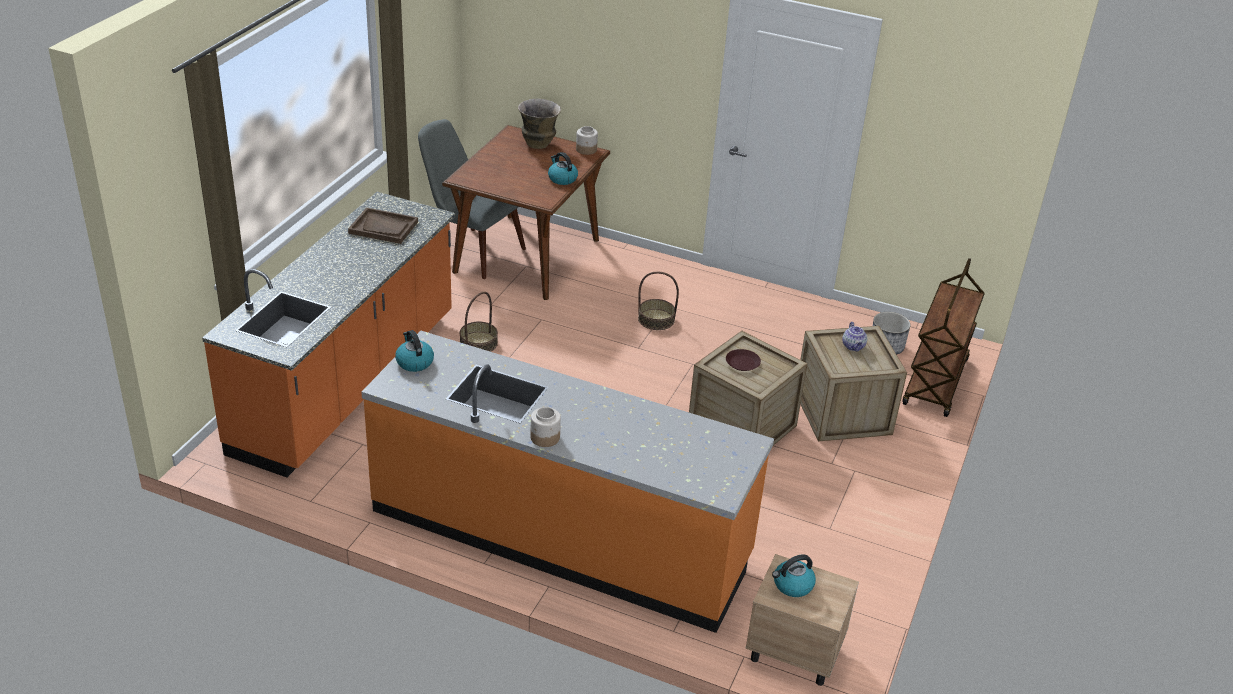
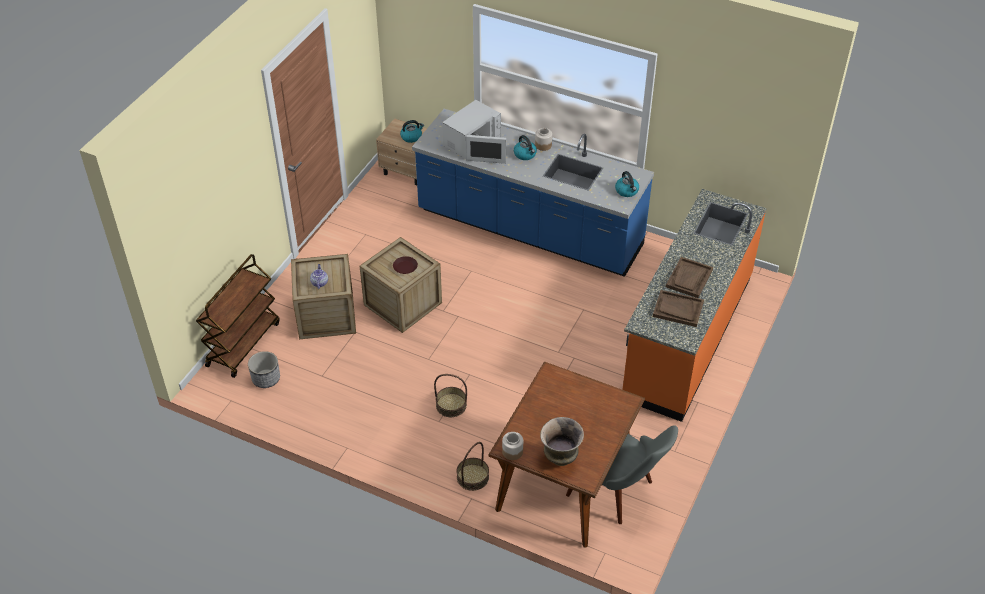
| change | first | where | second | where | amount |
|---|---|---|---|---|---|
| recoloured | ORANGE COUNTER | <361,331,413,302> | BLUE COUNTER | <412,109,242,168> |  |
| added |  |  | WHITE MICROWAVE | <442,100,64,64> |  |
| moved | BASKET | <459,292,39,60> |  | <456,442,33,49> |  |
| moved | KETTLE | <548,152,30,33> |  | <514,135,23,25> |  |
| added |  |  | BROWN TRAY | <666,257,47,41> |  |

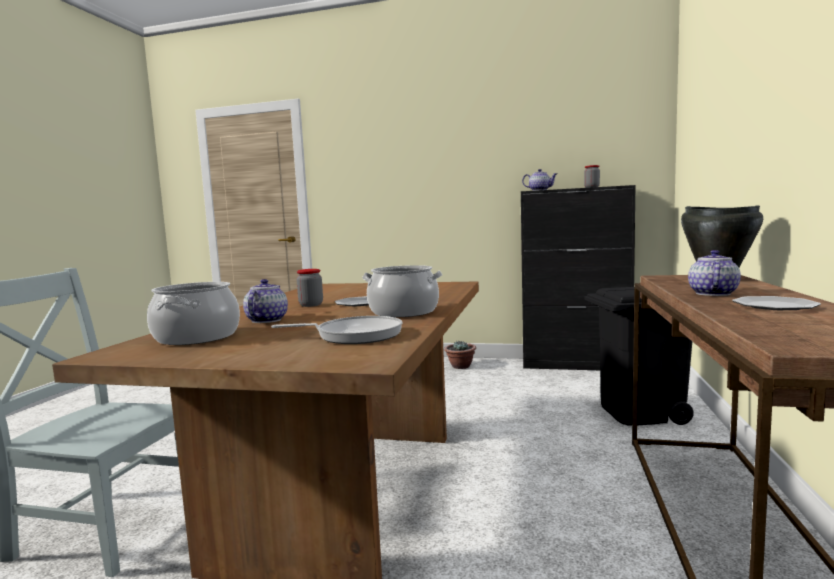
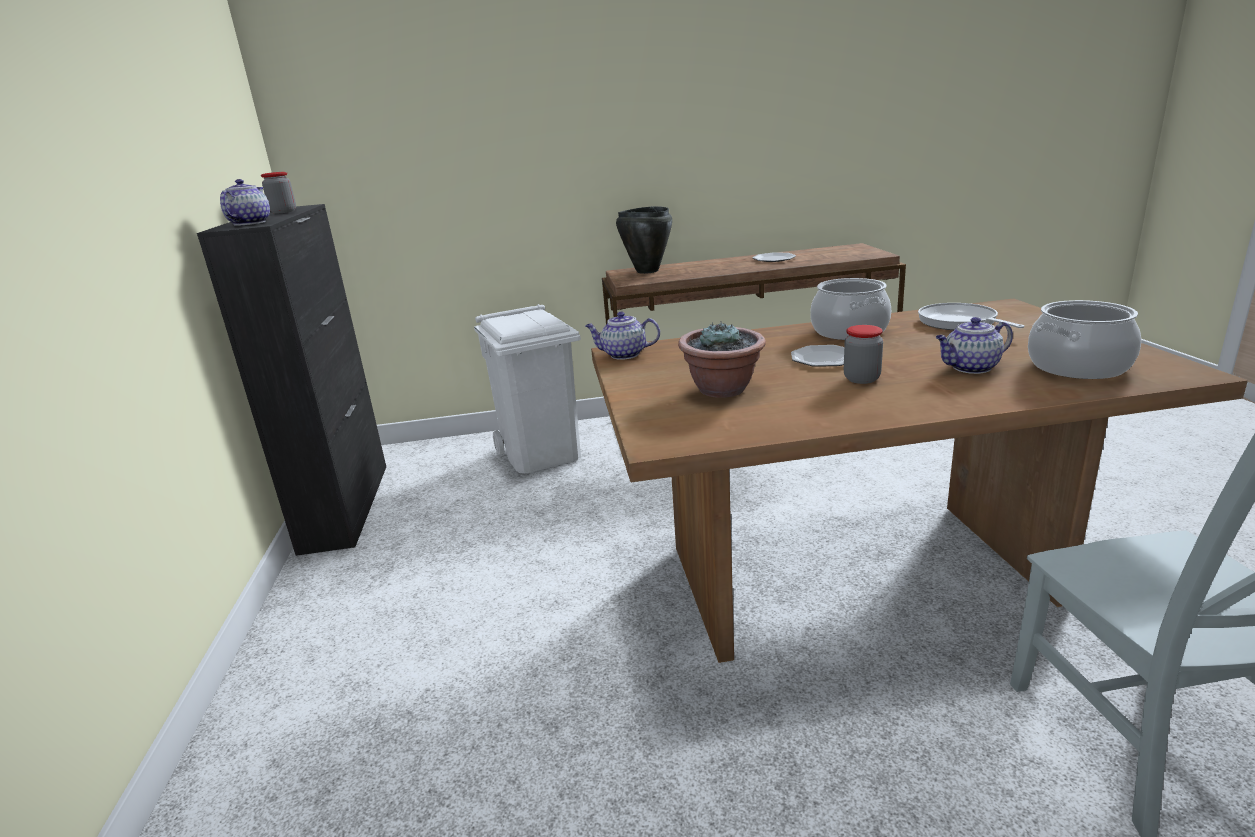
| change | first | where | second | where | amount |
|---|---|---|---|---|---|
| recoloured | BLACK TRASH CAN | <585,287,109,139> | WHITE TRASH CAN | <474,304,107,169> |  |
| moved | TEAPOT | <688,250,53,46> |  | <585,312,75,48> |  |
| moved | POTTED PLANT | <444,341,32,28> |  | <678,321,88,77> |  |

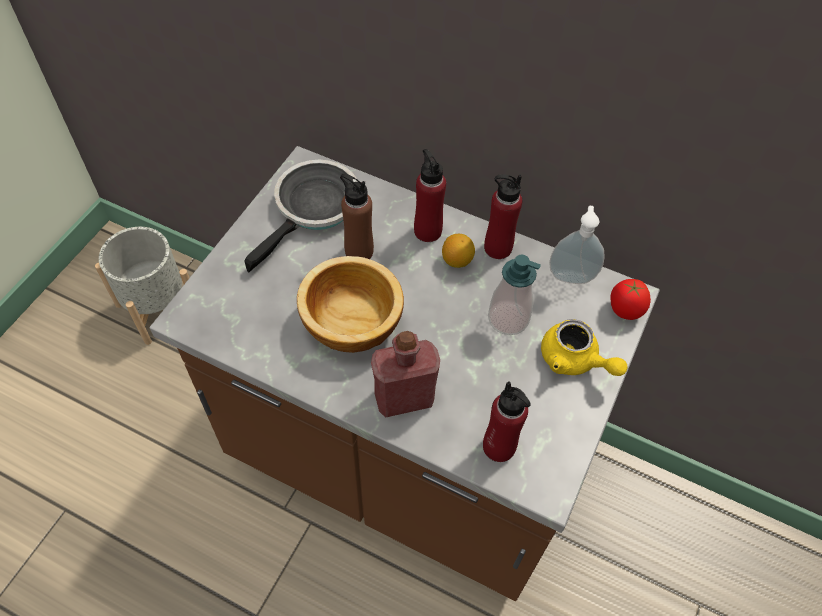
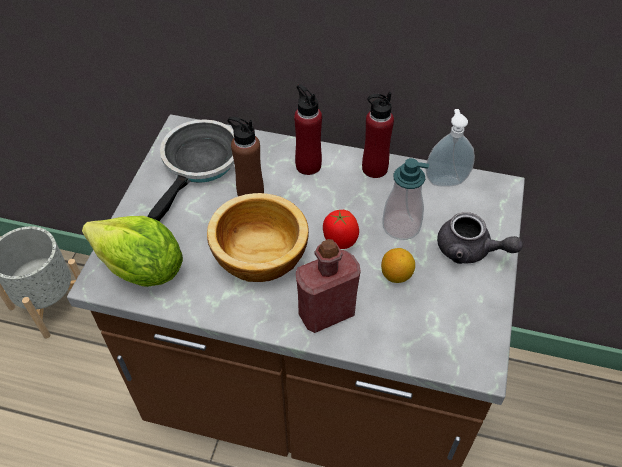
| change | first | where | second | where | amount |
|---|---|---|---|---|---|
| added |  |  | LETTUCE | <82,216,101,71> |  |
| moved | TOMATO | <611,279,40,41> |  | <323,210,36,39> |  |
| moved | LEMON | <442,234,33,34> |  | <381,248,34,35> |  |
| recoloured | YELLOW TEAPOT | <541,319,87,57> | GREY TEAPOT | <437,212,86,52> |  |
| removed | RED BOTTLE | <483,381,48,81> |  |  |  |

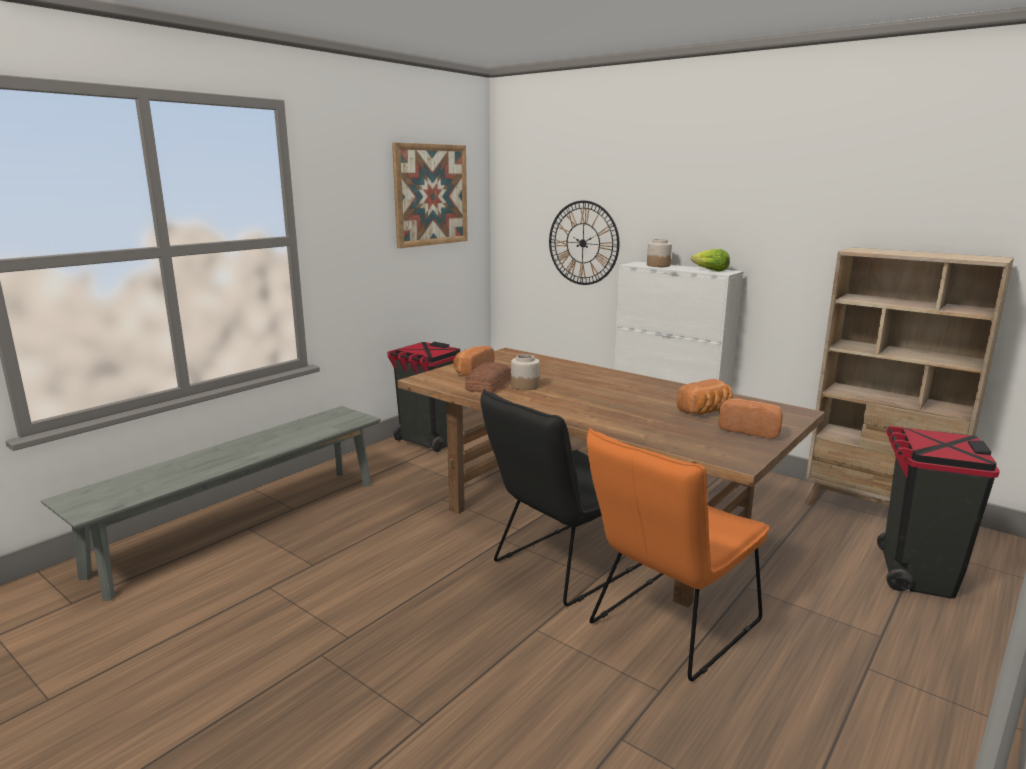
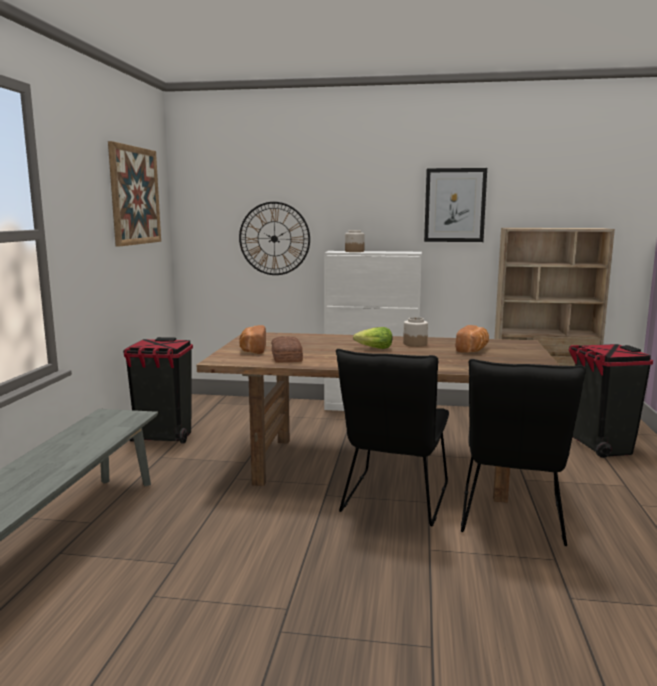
| change | first | where | second | where | amount |
|---|---|---|---|---|---|
| moved | LETTUCE | <691,249,39,23> |  | <353,327,39,22> |  |
| moved | JAR | <511,354,29,36> |  | <403,317,25,30> |  |
| added |  |  | PICTURE | <424,168,63,74> |  |
| recoloured | ORANGE CHAIR | <587,428,183,253> | BLACK CHAIR | <461,359,125,187> |  |
| removed | BREAD | <718,398,65,41> |  |  |  |

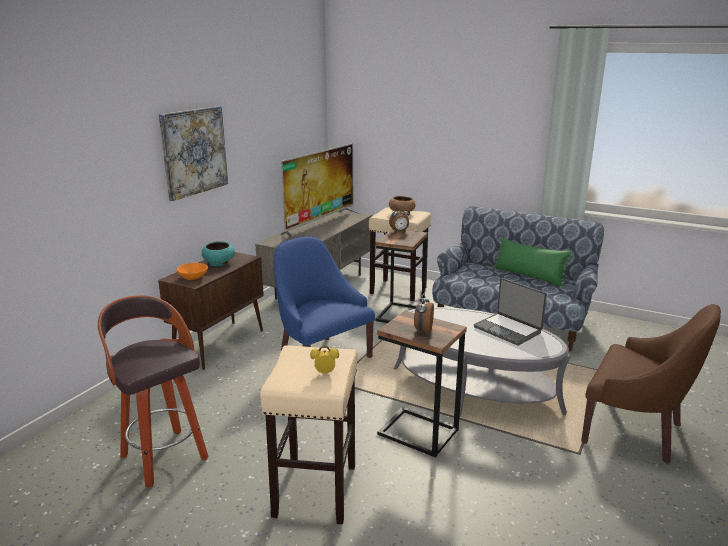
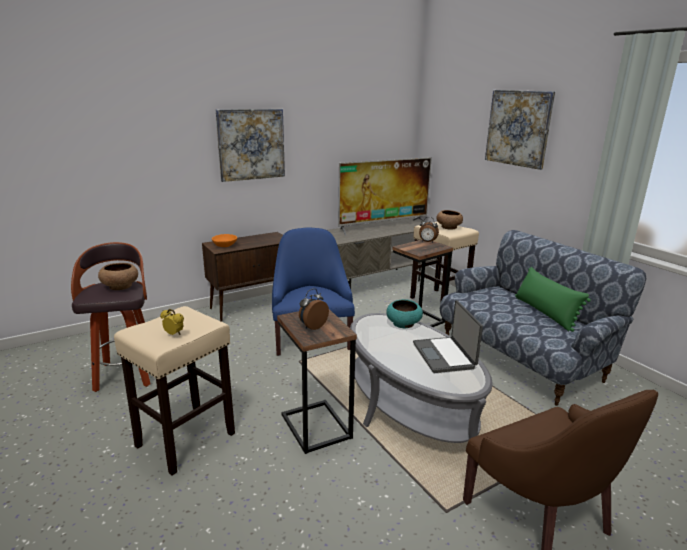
| change | first | where | second | where | amount |
|---|---|---|---|---|---|
| added |  |  | BROWN BOWL | <98,263,40,27> |  |
| moved | TURQUOISE BOWL | <202,241,33,25> |  | <386,299,37,29> |  |
| added |  |  | PICTURE | <485,90,70,80> |  |

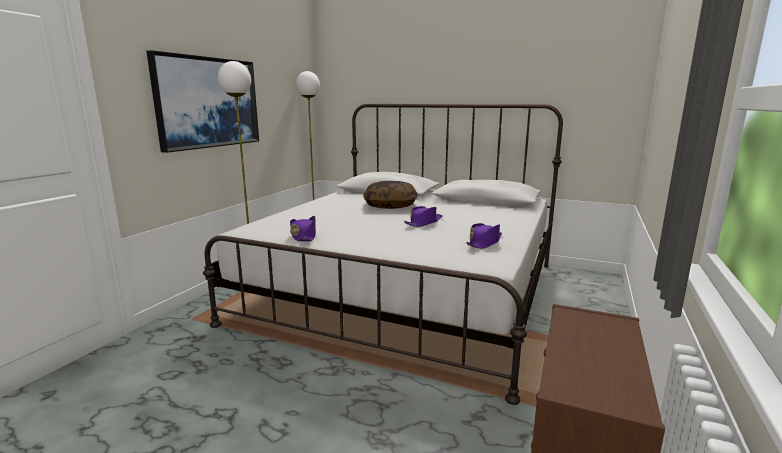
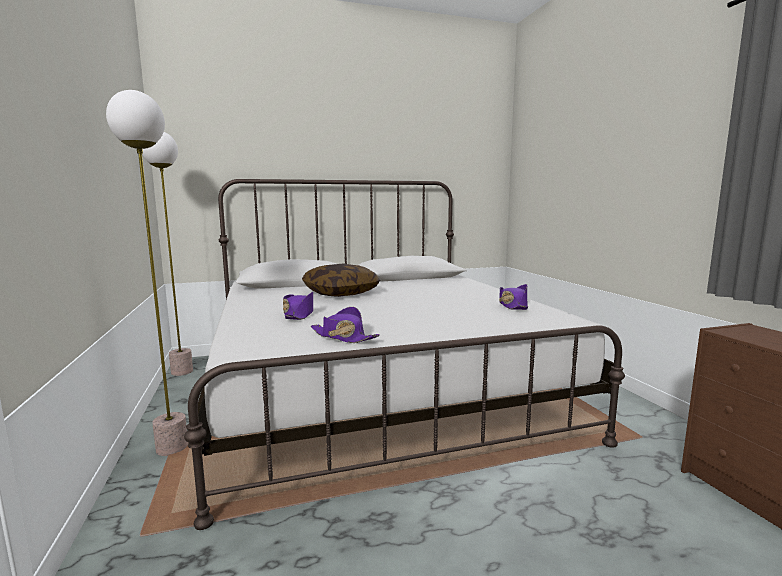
| change | first | where | second | where | amount |
|---|---|---|---|---|---|
| moved | PURPLE HAT | <404,206,39,21> |  | <283,292,30,28> |  |
| removed | PICTURE | <146,50,113,103> |  |  |  |

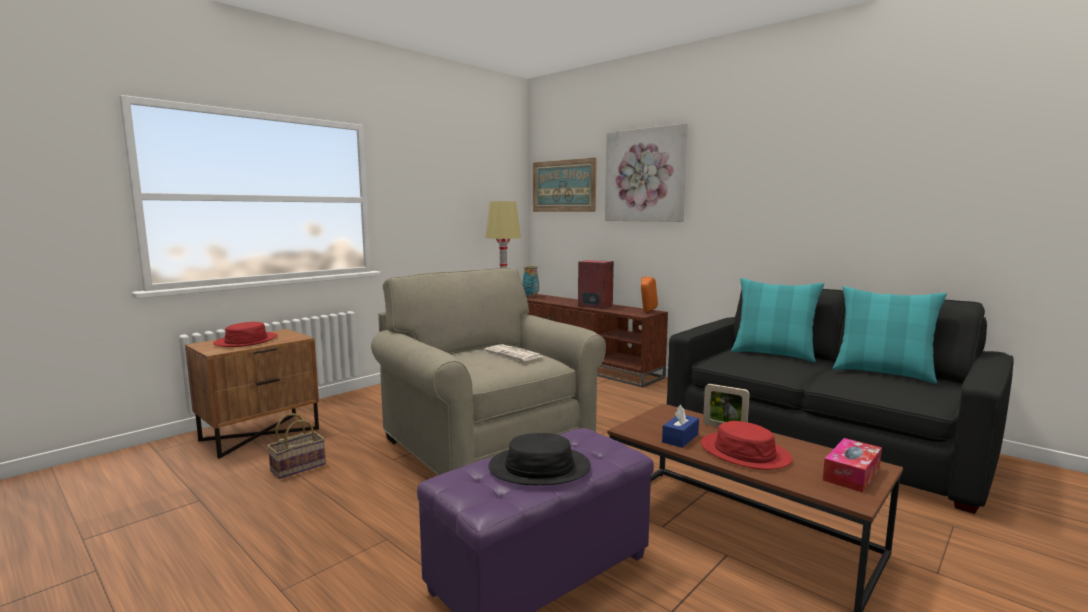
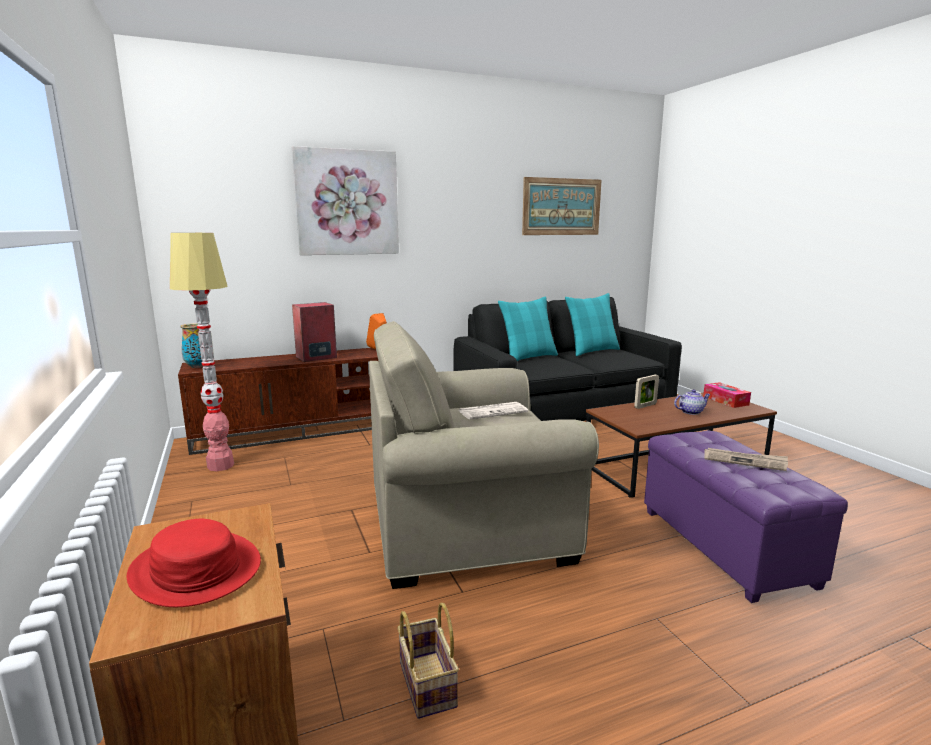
| change | first | where | second | where | amount |
|---|---|---|---|---|---|
| moved | PICTURE | <533,158,64,54> |  | <522,177,79,58> |  |
| replaced | RED HAT | <701,421,92,49> | TEAPOT | <674,389,37,26> |  |
| replaced | BLACK HAT | <488,433,103,52> | NEWSPAPER | <704,448,84,23> |  |
| removed | BLUE TISSUE BOX | <662,405,37,43> |  |  |  |

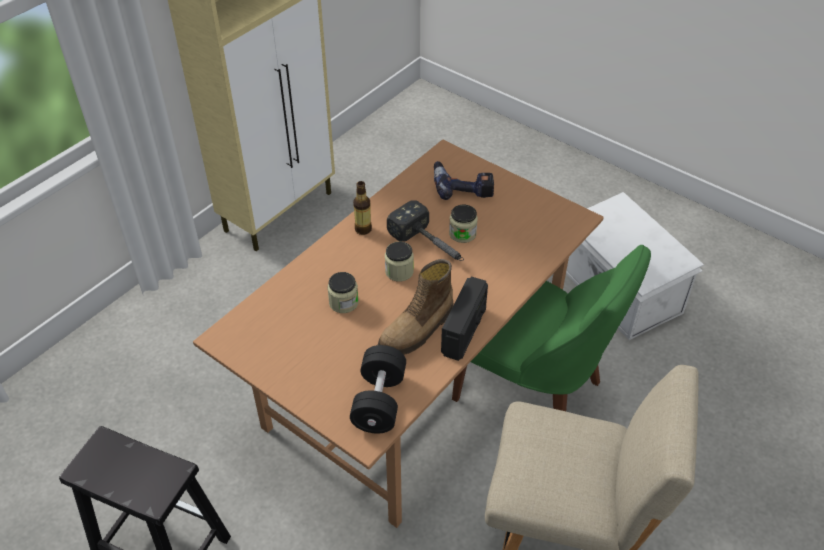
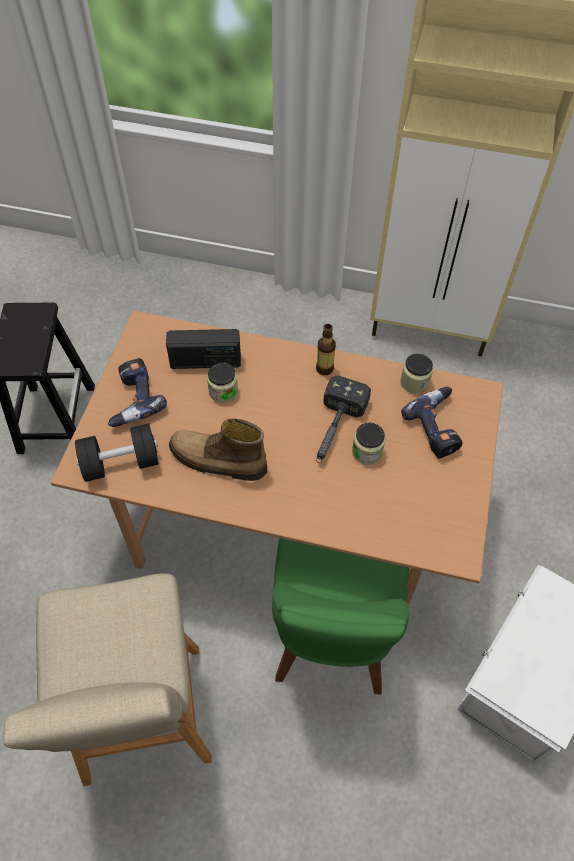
| change | first | where | second | where | amount |
|---|---|---|---|---|---|
| added |  |  | POWER DRILL | <108,358,59,69> |  |
| moved | RADIO | <441,276,47,85> |  | <166,329,75,40> |  |
| moved | JAR | <385,242,29,39> |  | <400,353,33,41> |  |

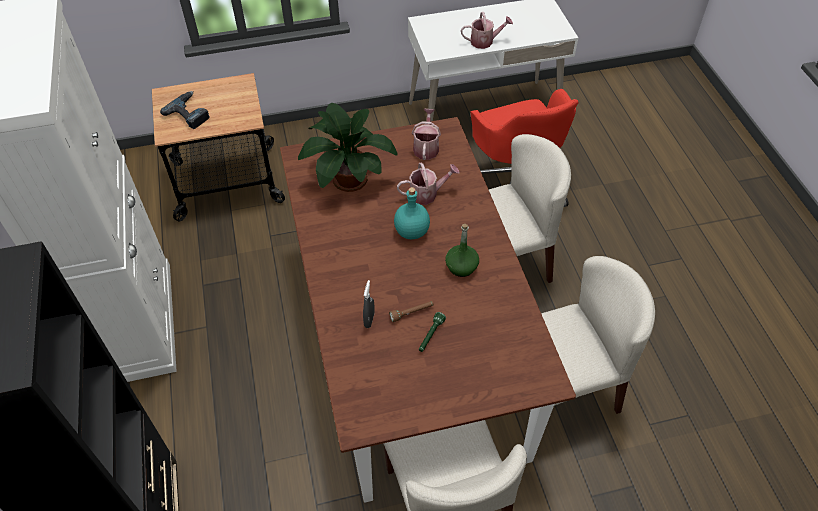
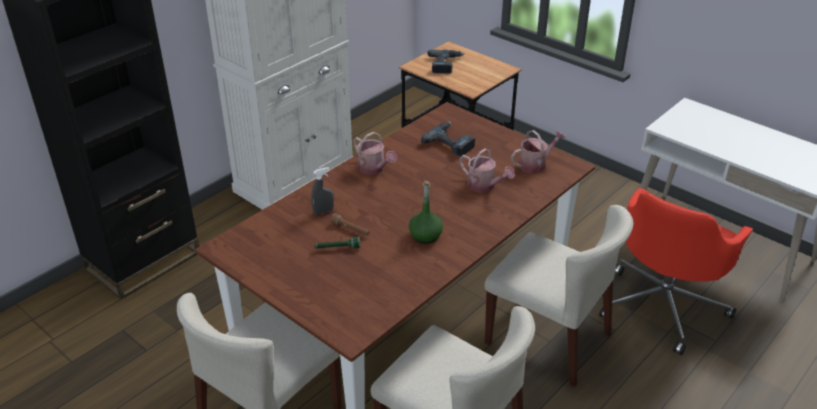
| change | first | where | second | where | amount |
|---|---|---|---|---|---|
| moved | WATERING CAN | <461,12,52,37> |  | <354,132,43,43> |  |
| replaced | POTTED PLANT | <298,103,100,89> | POWER DRILL | <421,121,54,36> |  |
| removed | TURQUOISE BOTTLE | <394,187,36,52> |  |  |  |

